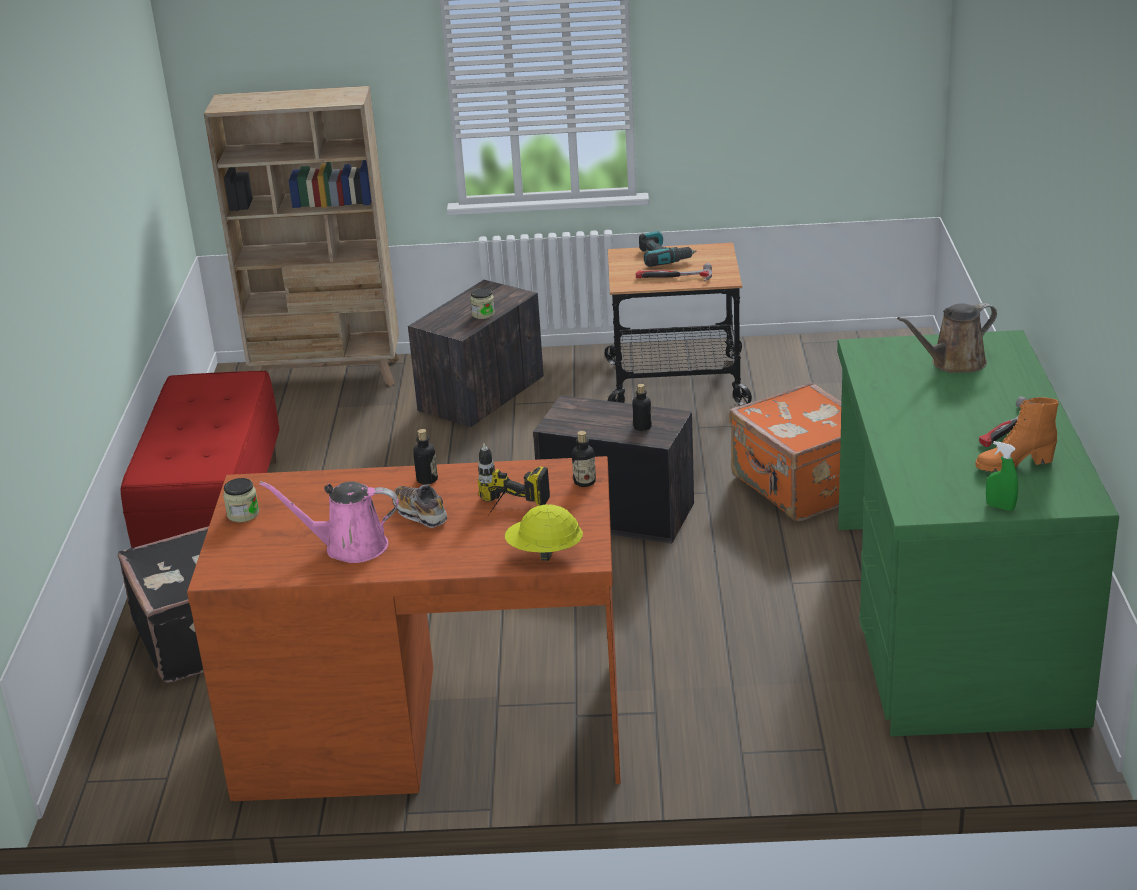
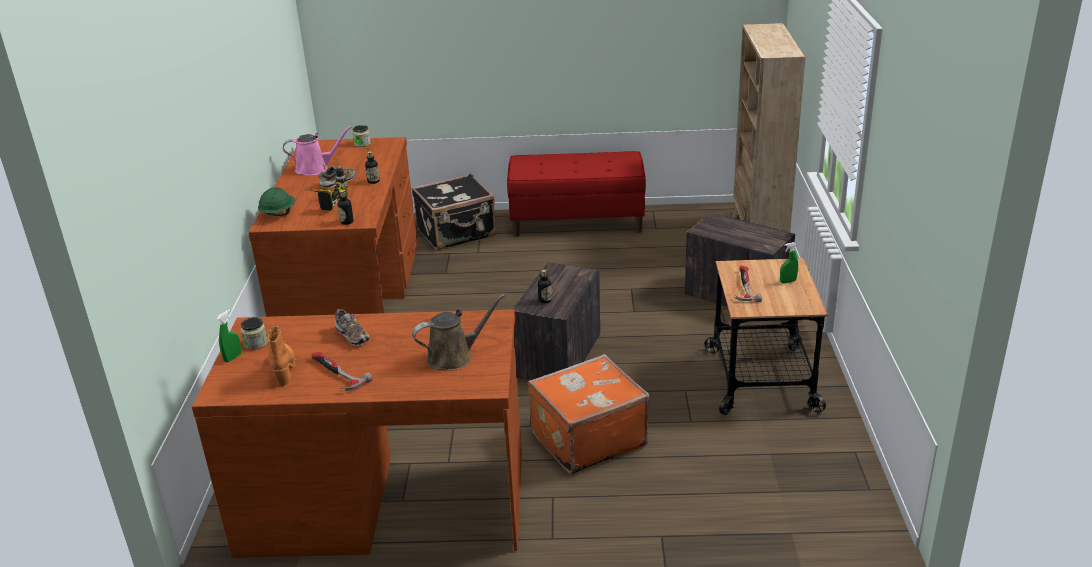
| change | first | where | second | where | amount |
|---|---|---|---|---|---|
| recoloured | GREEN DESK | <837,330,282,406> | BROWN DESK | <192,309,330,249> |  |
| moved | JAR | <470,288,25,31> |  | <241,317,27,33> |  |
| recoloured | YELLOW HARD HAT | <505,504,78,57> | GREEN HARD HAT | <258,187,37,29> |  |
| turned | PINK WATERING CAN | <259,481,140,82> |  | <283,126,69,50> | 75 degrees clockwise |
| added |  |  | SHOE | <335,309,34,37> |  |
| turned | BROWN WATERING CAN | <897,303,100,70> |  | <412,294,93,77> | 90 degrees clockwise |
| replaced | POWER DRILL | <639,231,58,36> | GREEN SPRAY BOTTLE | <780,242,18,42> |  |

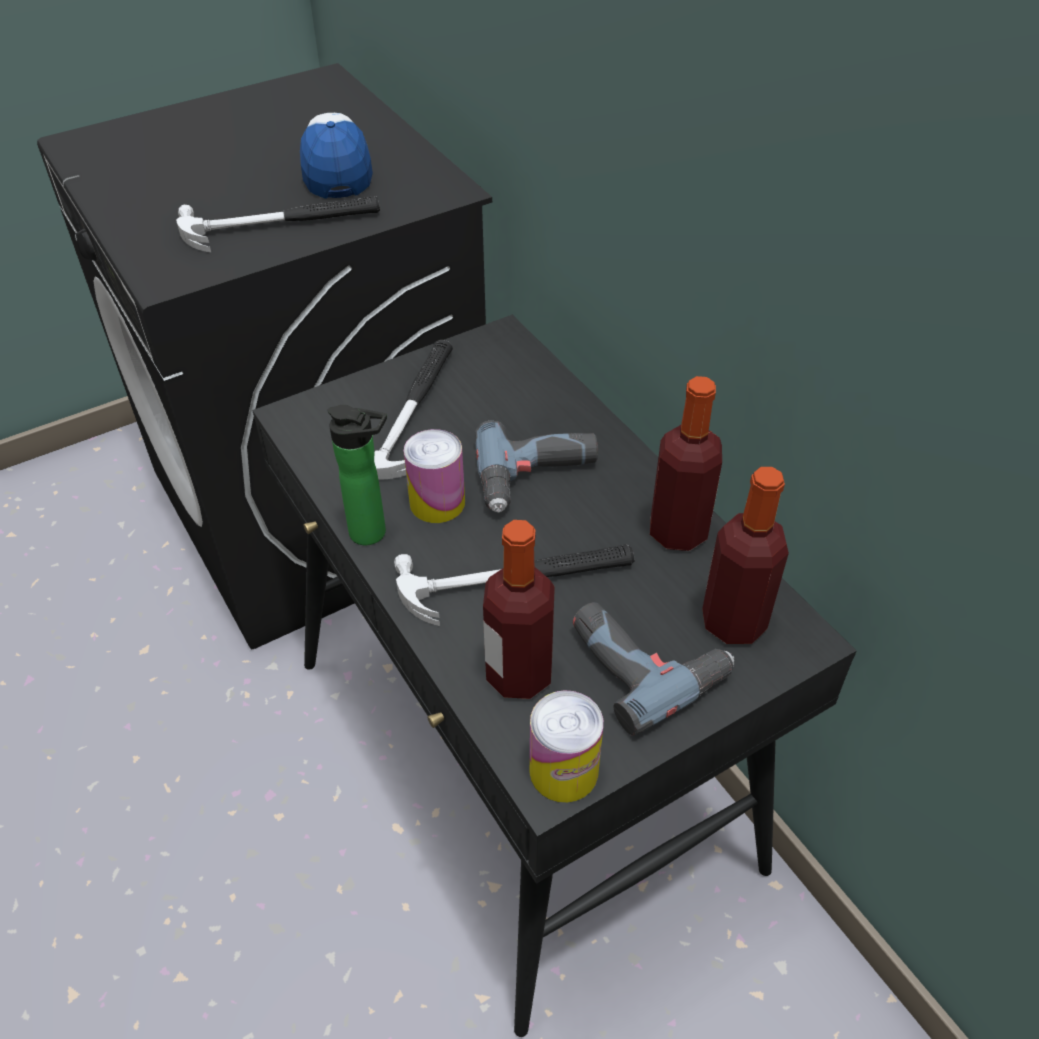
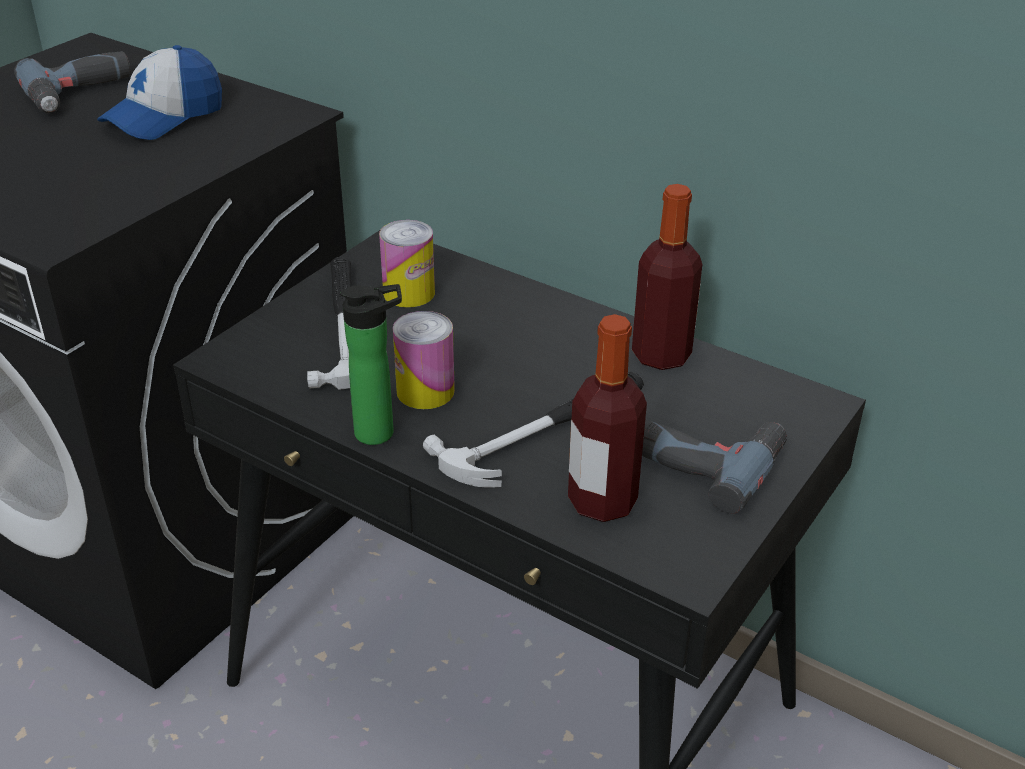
| change | first | where | second | where | amount |
|---|---|---|---|---|---|
| moved | POWER DRILL | <475,420,123,92> |  | <14,51,117,62> |  |
| turned | CAP | <300,113,73,86> |  | <97,45,125,95> | 105 degrees counterclockwise |
| moved | CAN | <530,690,73,113> |  | <379,220,56,88> |  |
| removed | HAMMER | <176,196,204,57> |  |  |  |
| removed | BOTTLE | <702,467,87,177> |  |  |  |

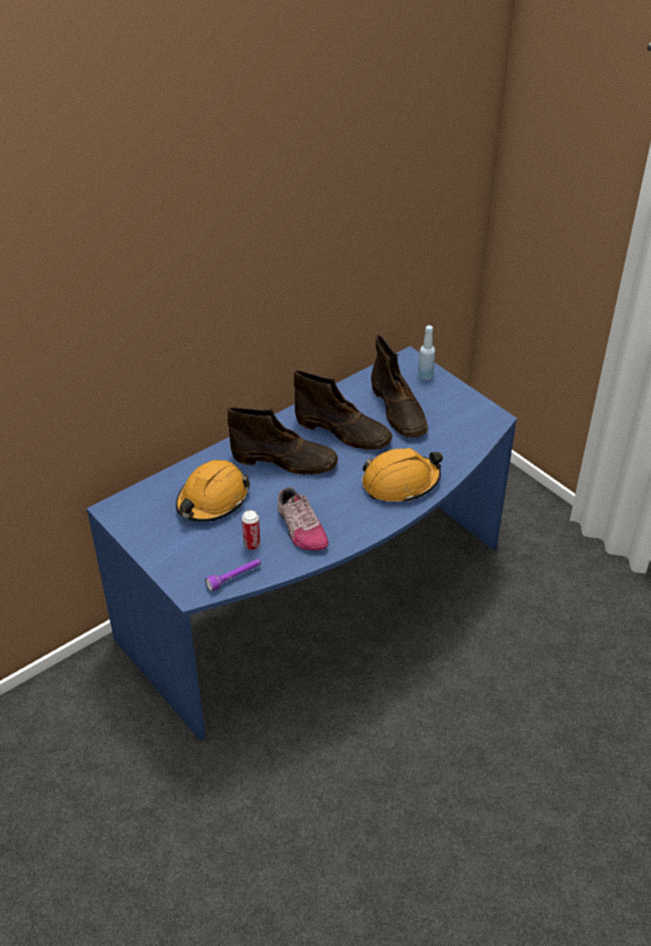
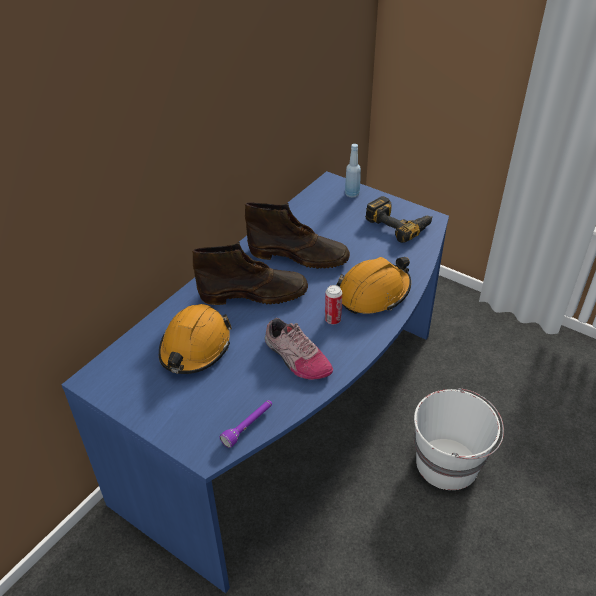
| change | first | where | second | where | amount |
|---|---|---|---|---|---|
| moved | CAN | <242,510,18,40> |  | <325,285,17,39> |  |
| added |  |  | POWER DRILL | <365,196,68,47> |  |
| added |  |  | WHITE BUCKET | <414,388,90,102> |  |
| removed | BROWN BOOT | <371,335,57,103> |  |  |  |

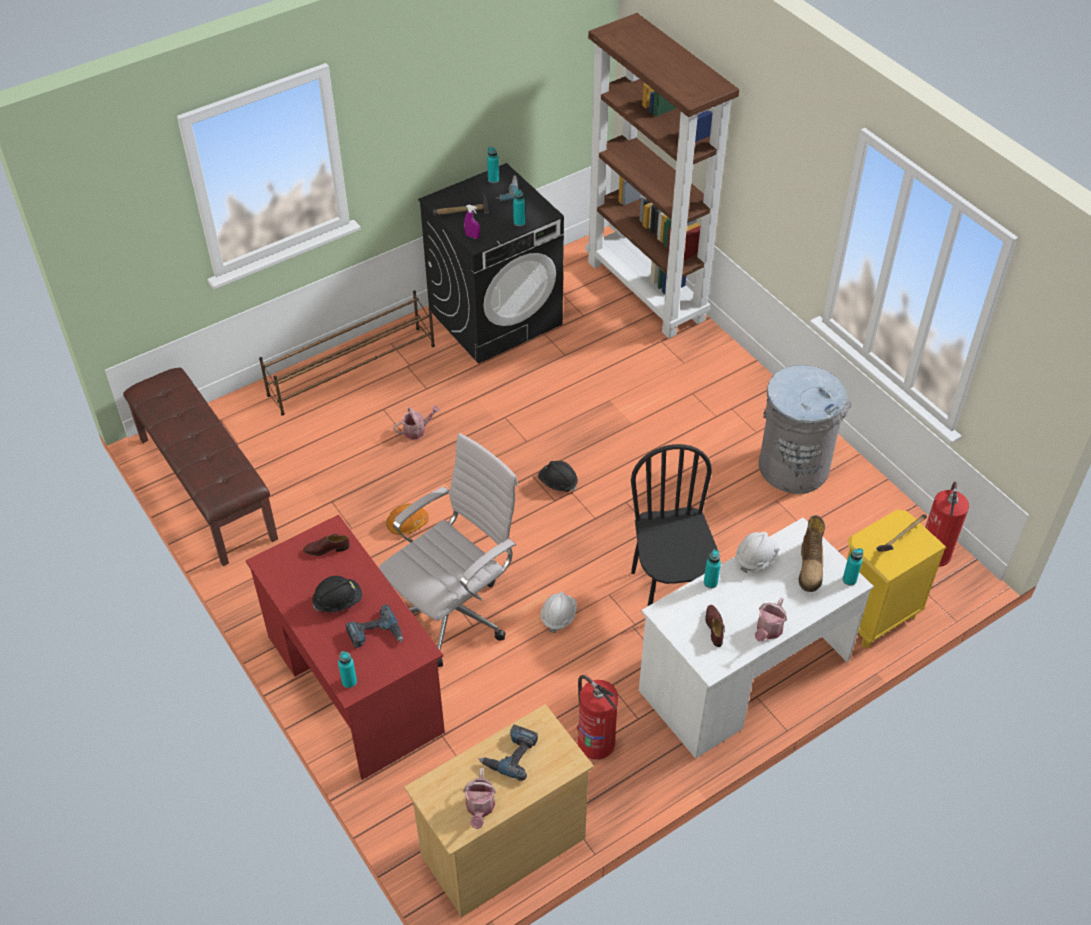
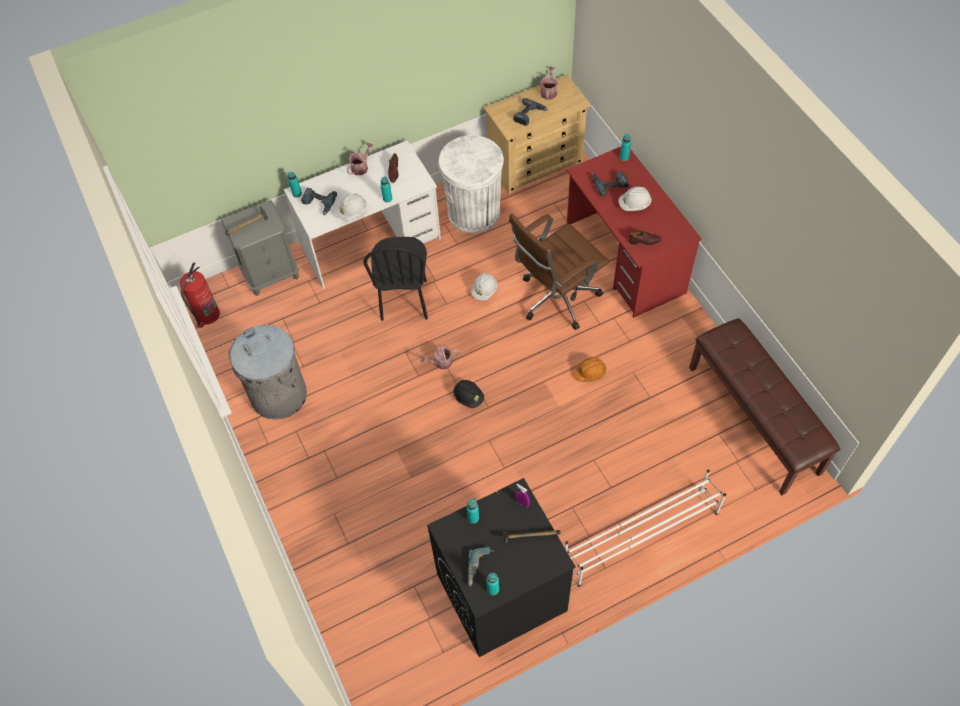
| change | first | where | second | where | amount |
|---|---|---|---|---|---|
| recoloured | YELLOW NIGHTSTAND | <846,510,101,138> | GREY NIGHTSTAND | <221,200,78,96> |  |
| replaced | BOOT | <799,515,26,77> | POWER DRILL | <301,188,36,27> |  |
| moved | WATERING CAN | <393,406,47,34> |  | <420,345,39,24> |  |
| replaced | FIRE EXTINGUISHER | <577,675,41,85> | WHITE TRASH CAN | <439,135,65,98> |  |
| recoloured | WHITE OFFICE CHAIR | <379,433,139,234> | BROWN OFFICE CHAIR | <509,213,100,117> |  |
| recoloured | BROWN SHOE RACK | <259,290,176,126> | WHITE SHOE RACK | <565,469,161,118> |  |
| recoloured | BLACK HARD HAT | <312,576,50,37> | WHITE HARD HAT | <619,187,33,24> |  |
| removed | BROWN BOOKCASE | <585,13,154,325> |  |  |  |

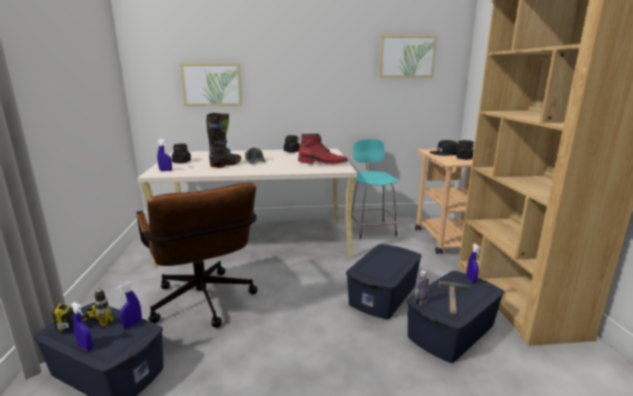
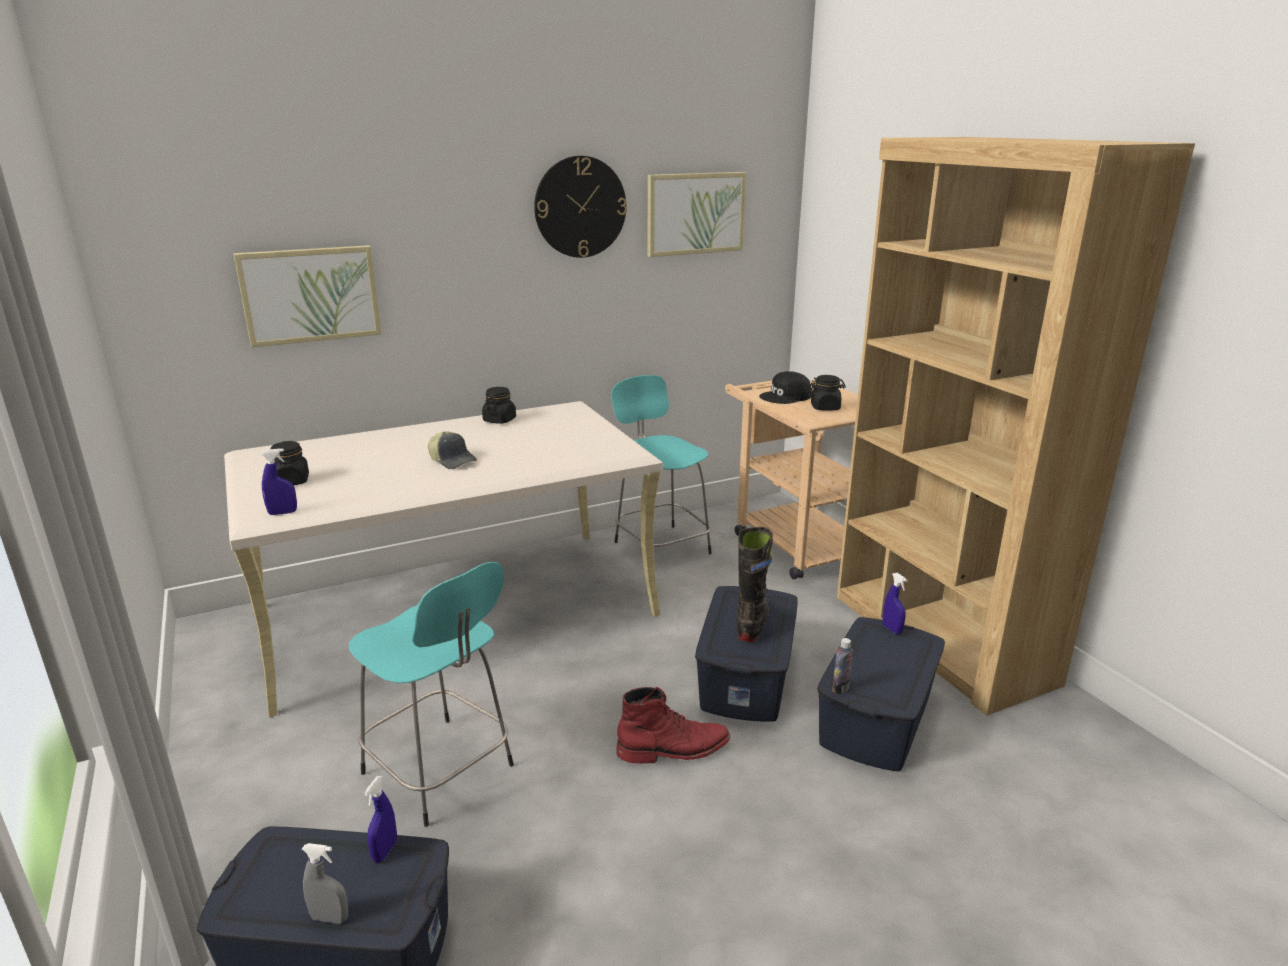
| change | first | where | second | where | amount |
|---|---|---|---|---|---|
| recoloured | BLUE SPRAY BOTTLE | <71,302,22,49> | GREY SPRAY BOTTLE | <302,843,46,81> |  |
| replaced | BROWN OFFICE CHAIR | <137,183,121,145> | TURQUOISE STOOL | <349,562,165,265> |  |
| added |  |  | WALL CLOCK | <534,156,93,102> |  |
| moved | RED BOOT | <298,133,50,31> |  | <616,687,115,77> |  |
| moved | BLACK BOOT | <206,113,35,55> |  | <736,527,37,115> |  |
| removed | POWER DRILL | <52,287,61,44> |  |  |  |
| removed | HAMMER | <439,281,30,34> |  |  |  |

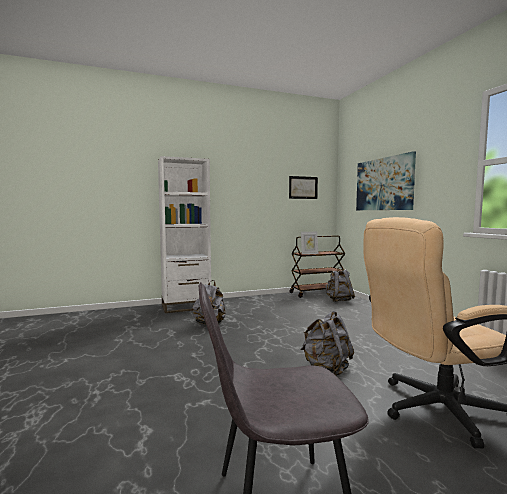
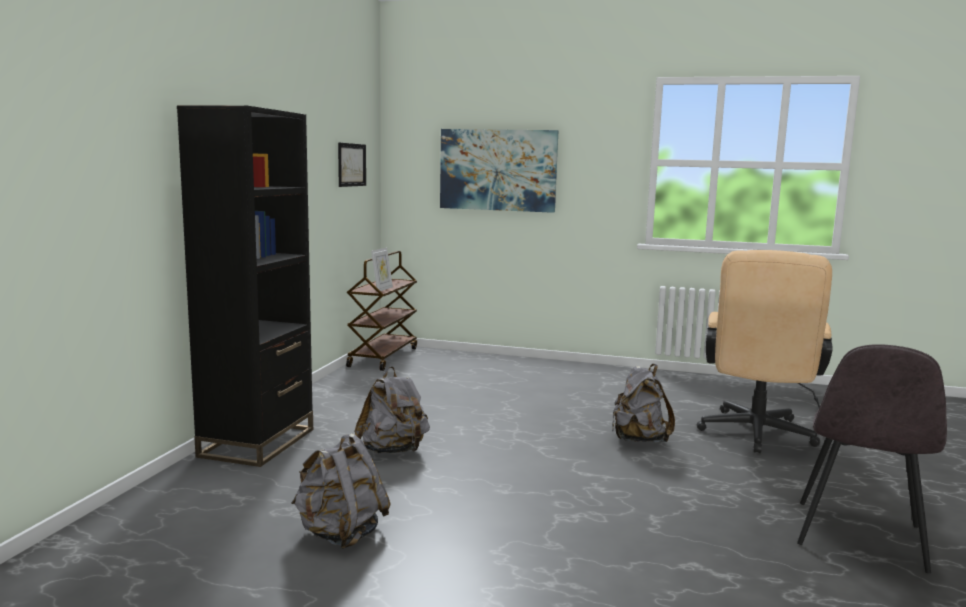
| change | first | where | second | where | amount |
|---|---|---|---|---|---|
| recoloured | WHITE BOOKCASE | <158,156,53,157> | BLACK BOOKCASE | <177,105,136,362> |  |
| moved | GREY BACKPACK | <325,267,30,35> |  | <291,433,100,116> |  |

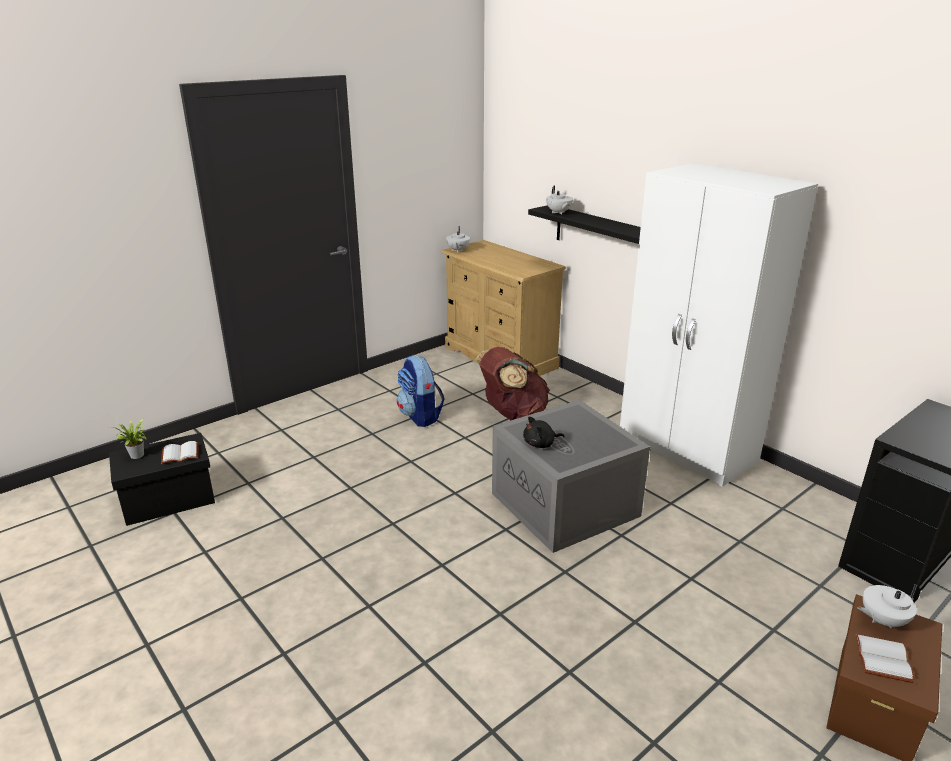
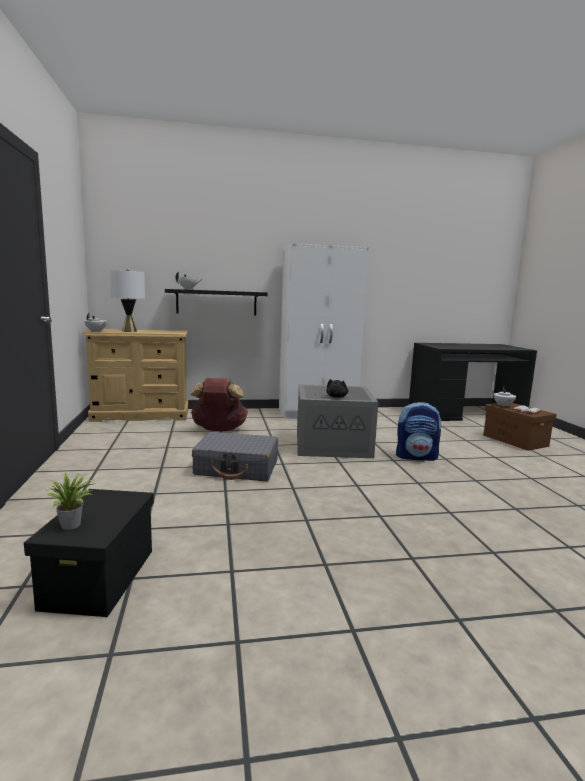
| change | first | where | second | where | amount |
|---|---|---|---|---|---|
| added |  |  | WHITE TABLE LAMP | <110,269,35,63> |  |
| added |  |  | GREY SUITCASE | <192,432,86,49> |  |
| moved | BACKPACK | <397,355,48,72> |  | <396,402,46,59> |  |
| removed | WHITE BOOK | <161,441,38,23> |  |  |  |

